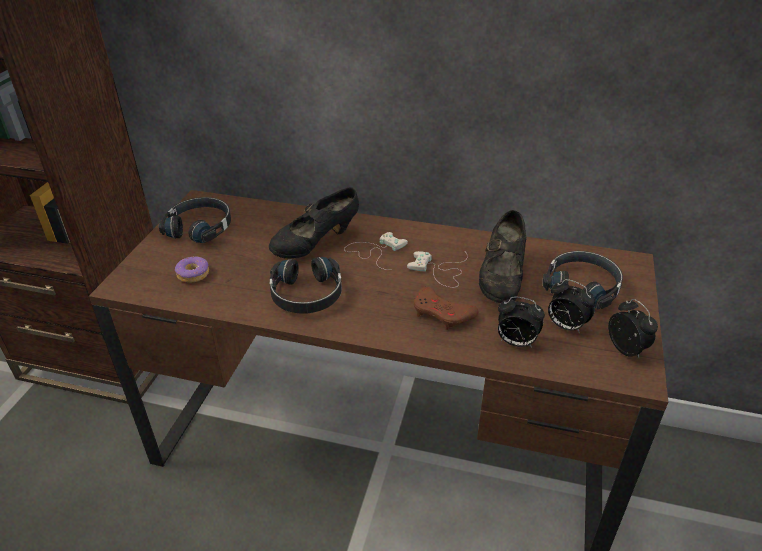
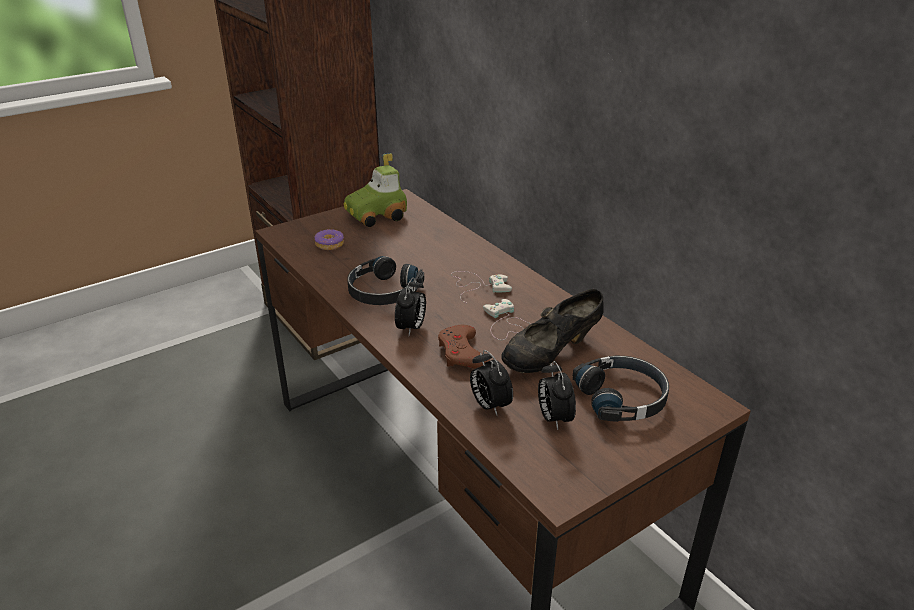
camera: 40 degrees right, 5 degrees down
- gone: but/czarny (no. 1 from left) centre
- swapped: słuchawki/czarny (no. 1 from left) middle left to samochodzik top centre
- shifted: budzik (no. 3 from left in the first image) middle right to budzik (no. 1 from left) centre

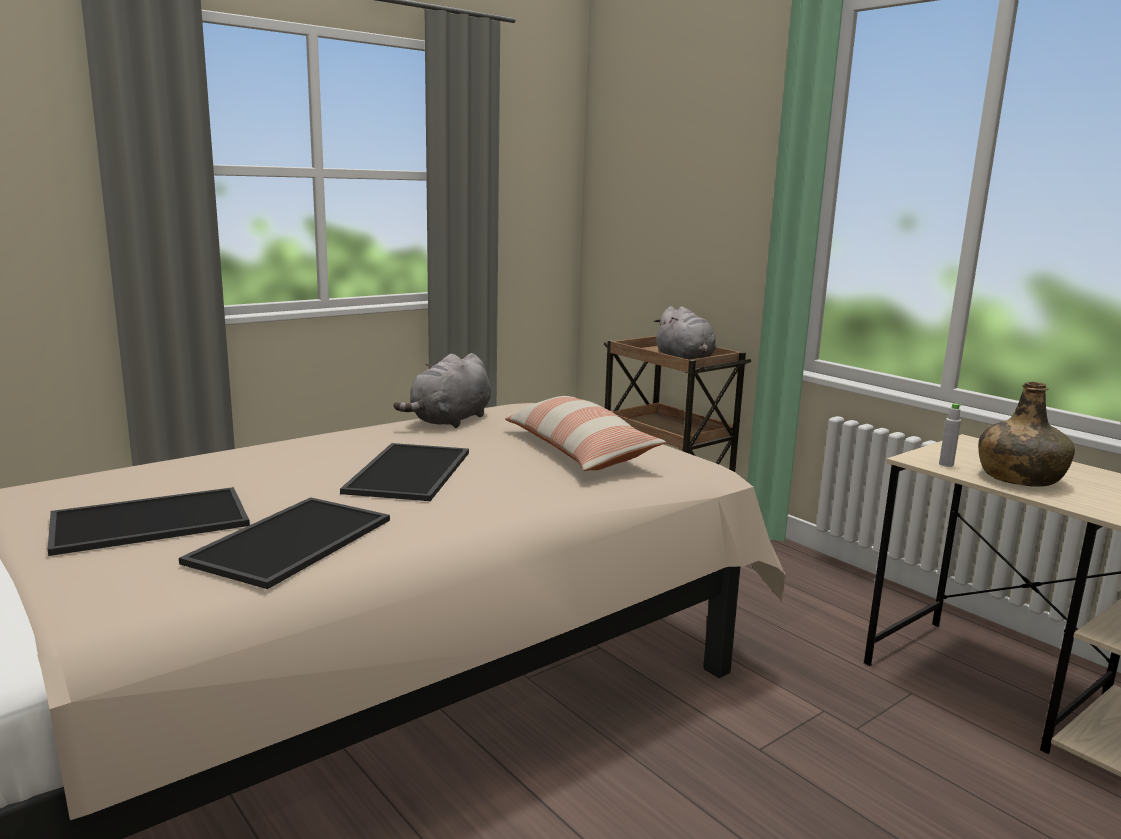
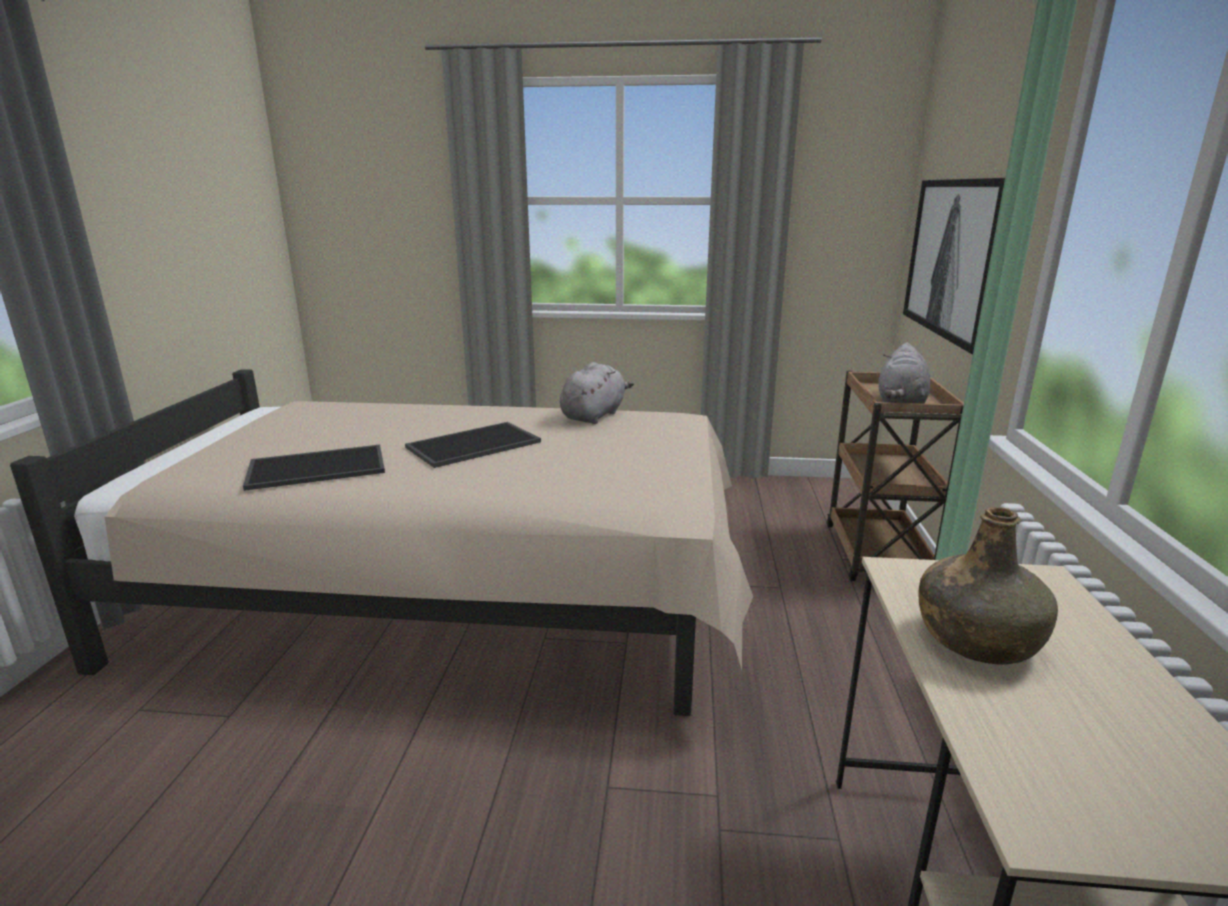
camera: 45 degrees right, 5 degrees up
- rotated: pluszak/szary (no. 1 from left) centre = centre 135 degrees clockwise
- gone: poduszka centre
- gone: butelka/szary middle right
- gone: taca (no. 1 from left) middle left
- new: obraz top right

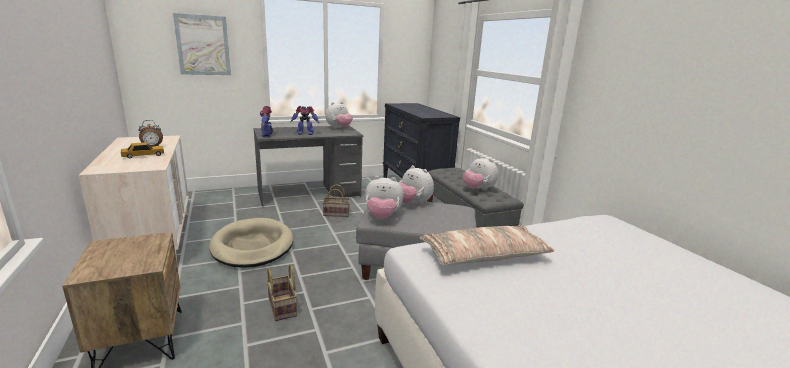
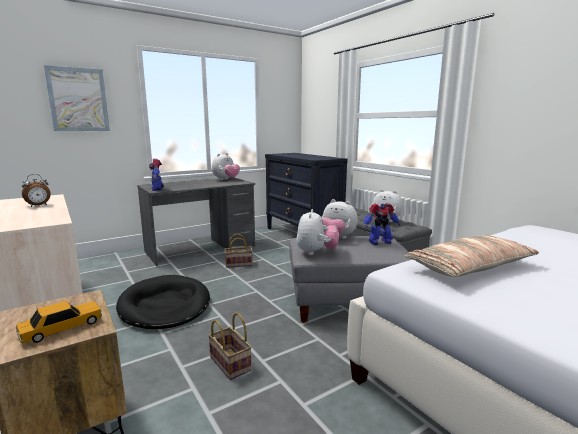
camera: 10 degrees left, 5 degrees down
- shifted: robot zabawkowy (no. 2 from left) top centre to centre
- shifted: samochodzik middle left to bottom left
- rotated: pluszak (no. 2 from left) centre = centre 75 degrees counterclockwise
- repainted: legowisko/beżowy middle left to legowisko/czarny bottom left

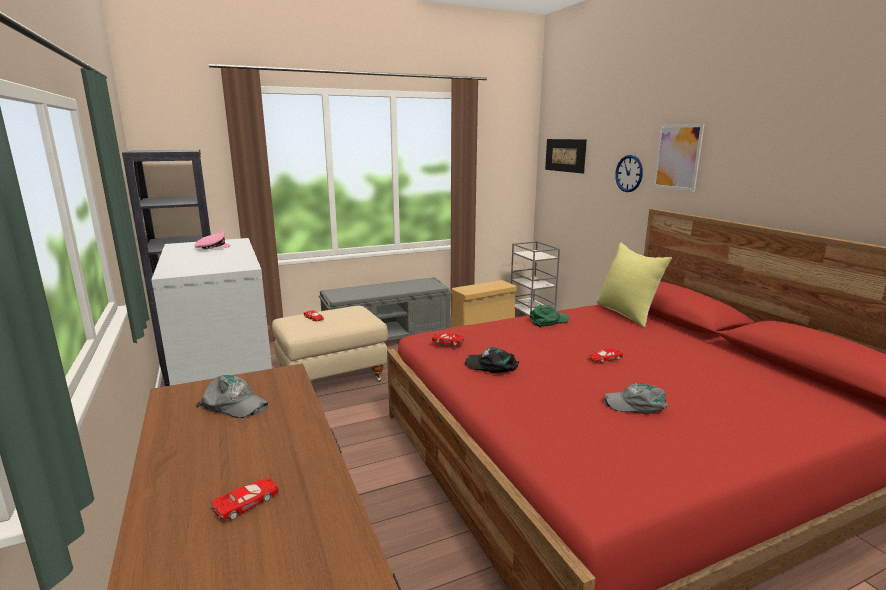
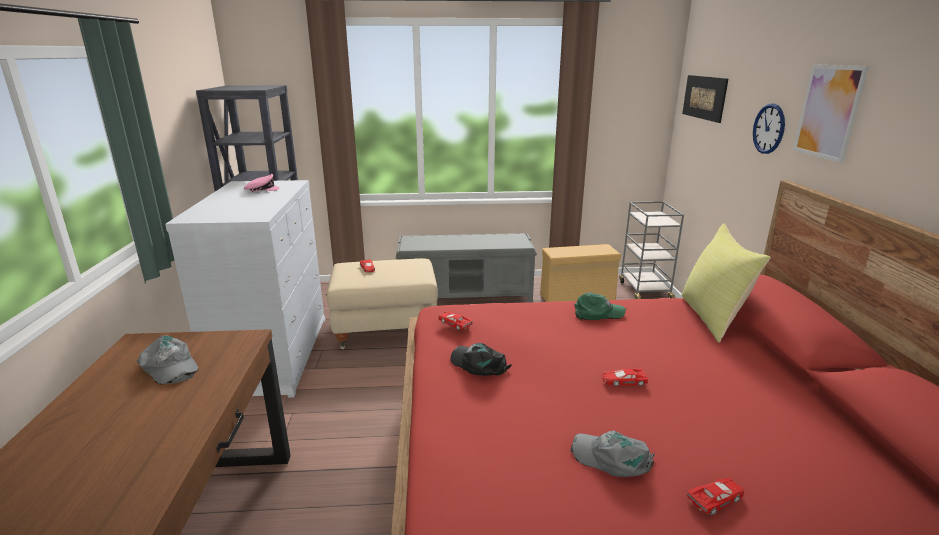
camera: 20 degrees right, 5 degrees up
- shifted: samochodzik/czerwony (no. 1 from left in the first image) bottom left to samochodzik/czerwony (no. 4 from left) bottom right

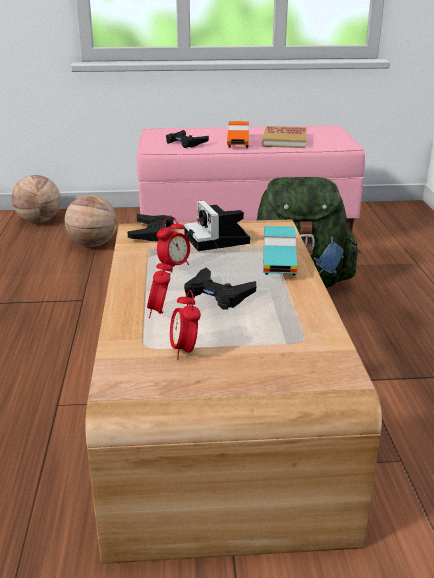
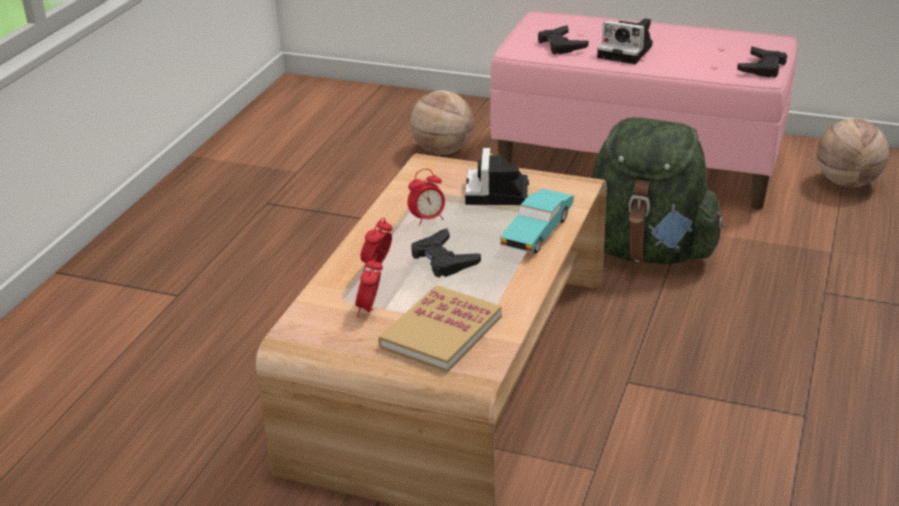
camera: 25 degrees right, 5 degrees up
- swapped: samochodzik/pomarańczowy top centre to aparat fotograficzny (no. 2 from left) top right
- shifted: książka top centre to centre
- shifted: piłka do koszykówki (no. 1 from left in the first image) middle left to piłka do koszykówki (no. 2 from left) top right
- shifted: pad do gier/czarny (no. 1 from left in the first image) centre to pad do gier/czarny (no. 3 from left) top right

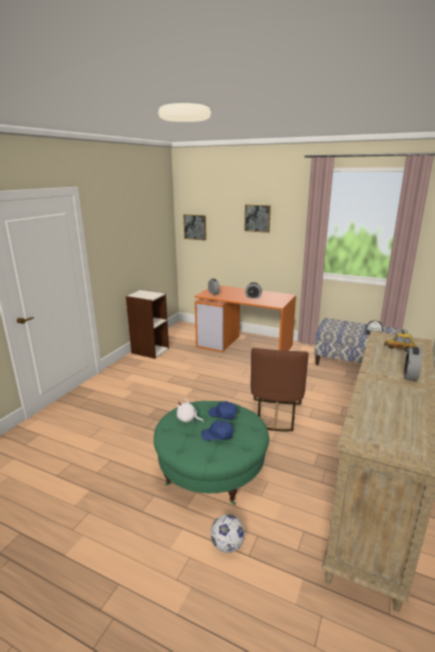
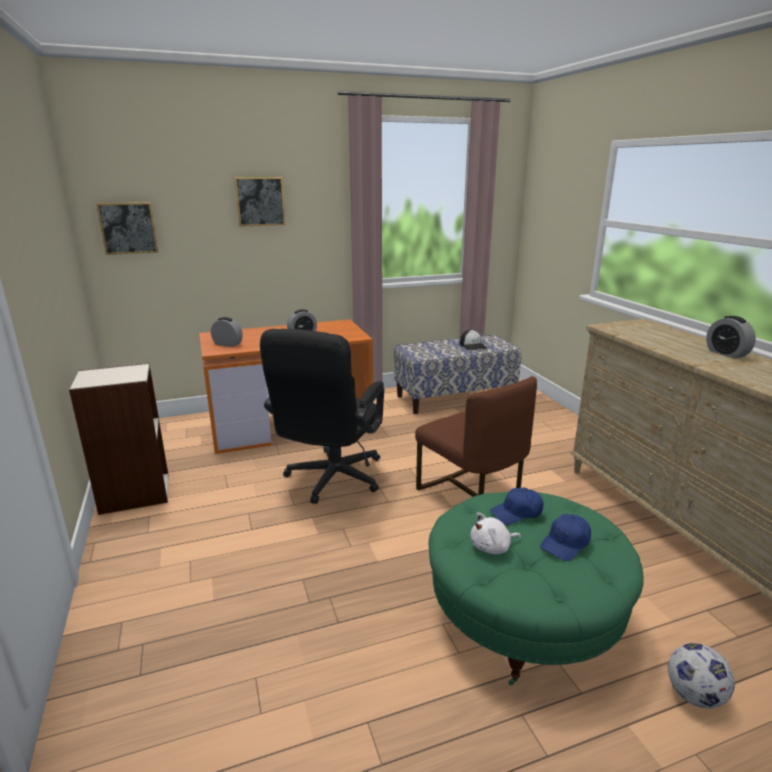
camera: 45 degrees left, 0 degrees up
- gone: samochodzik middle right
- new: krzesło biurowe/czarny centre

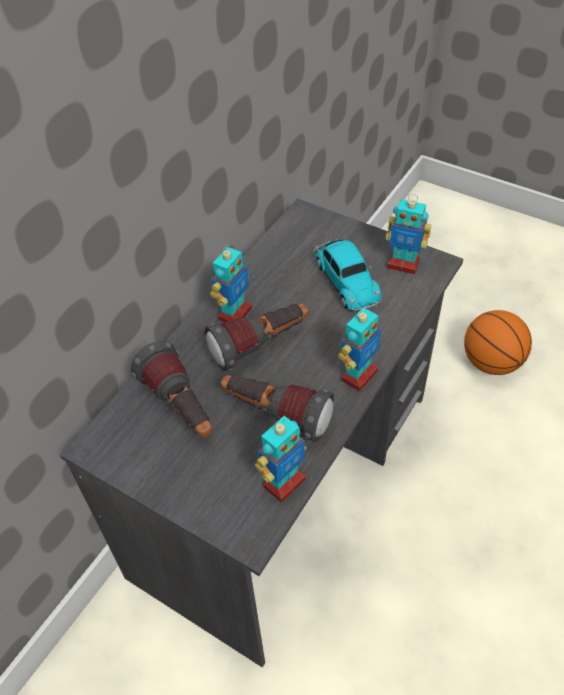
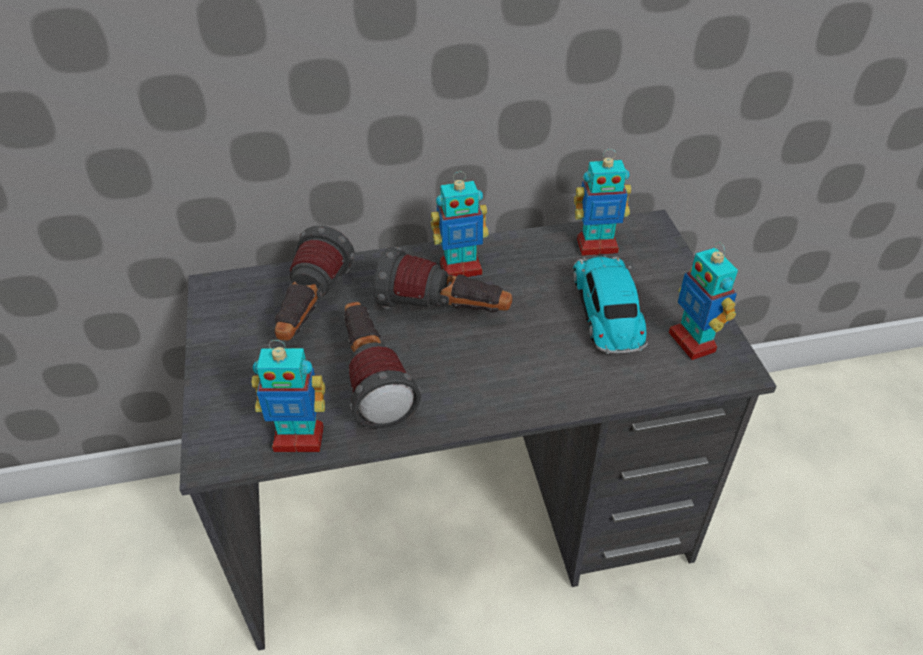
camera: 45 degrees right, 5 degrees down
- rotated: samochodzik centre = centre 150 degrees clockwise
- shifted: robot zabawkowy (no. 3 from left) centre to top centre
- gone: piłka do koszykówki middle right

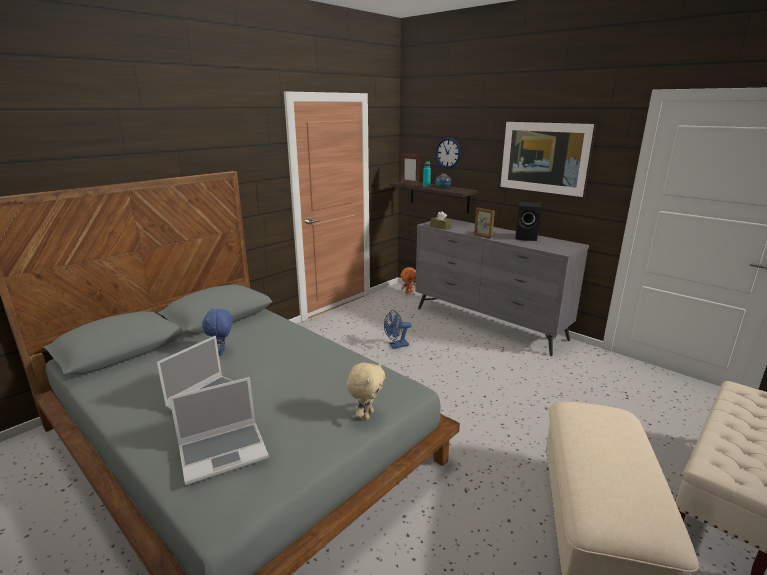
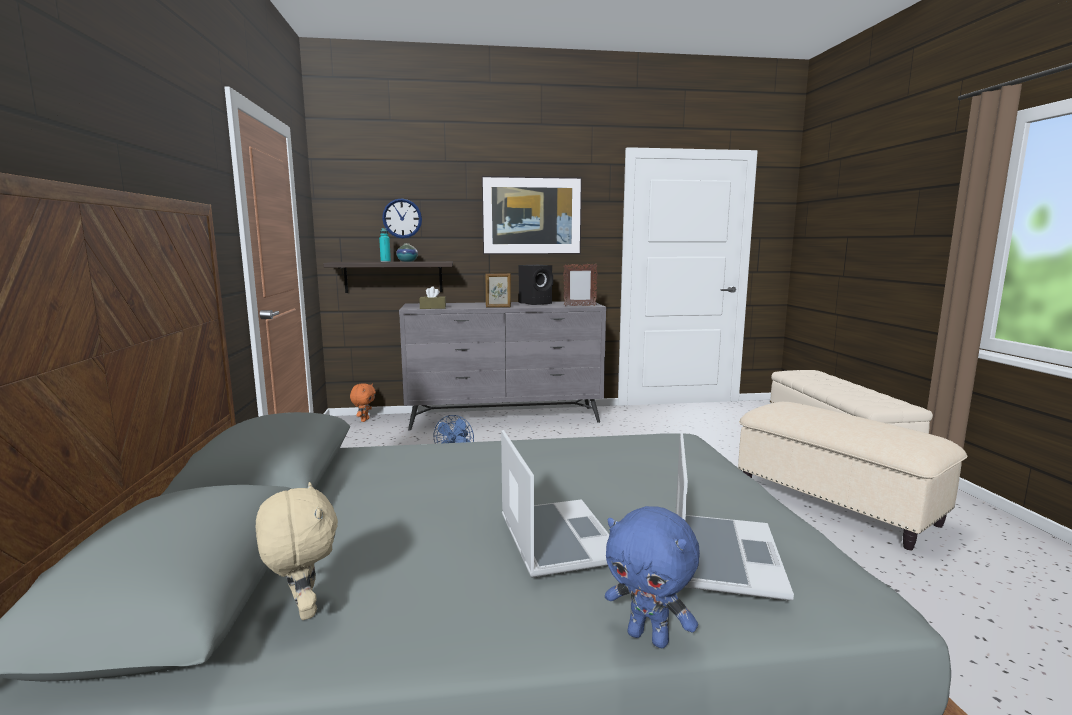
camera: 50 degrees left, 10 degrees down
- shifted: ramka na zdjęcie (no. 1 from left in the first image) top centre to ramka na zdjęcie (no. 2 from left) centre
- shifted: pluszak/niebieski middle left to bottom centre
- shifted: pluszak/beżowy bottom centre to bottom left

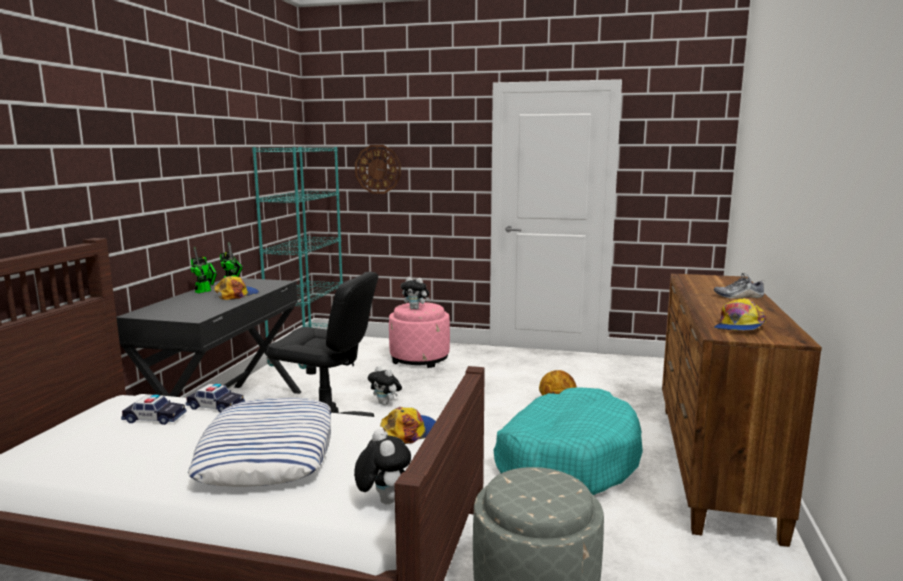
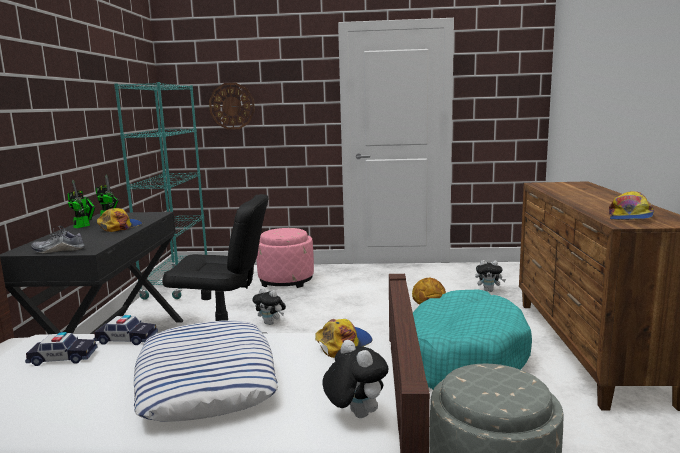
camera: 10 degrees left, 0 degrees up
- shifted: but middle right to middle left
- shifted: pluszak (no. 3 from left) centre to middle right

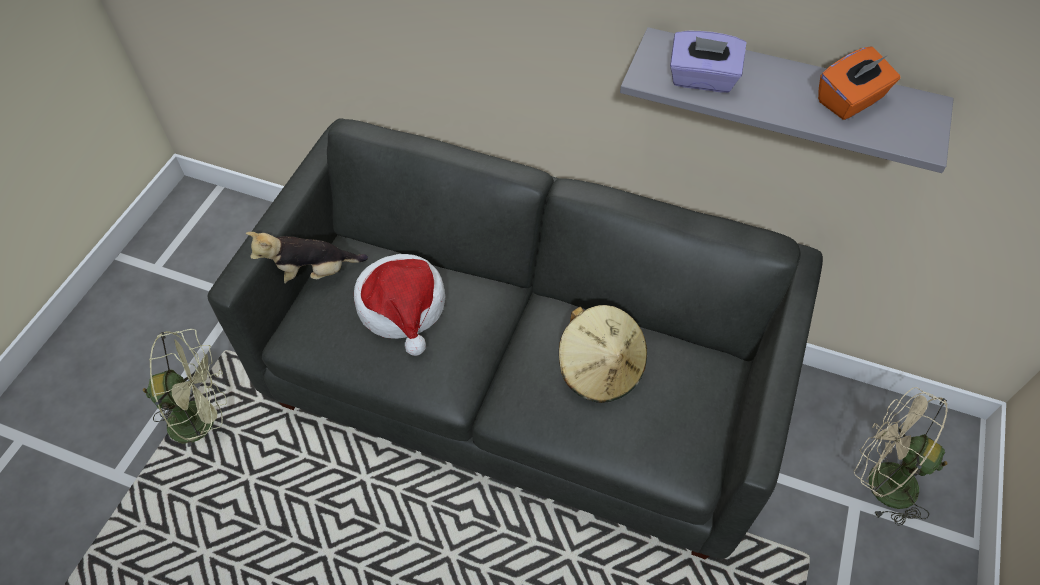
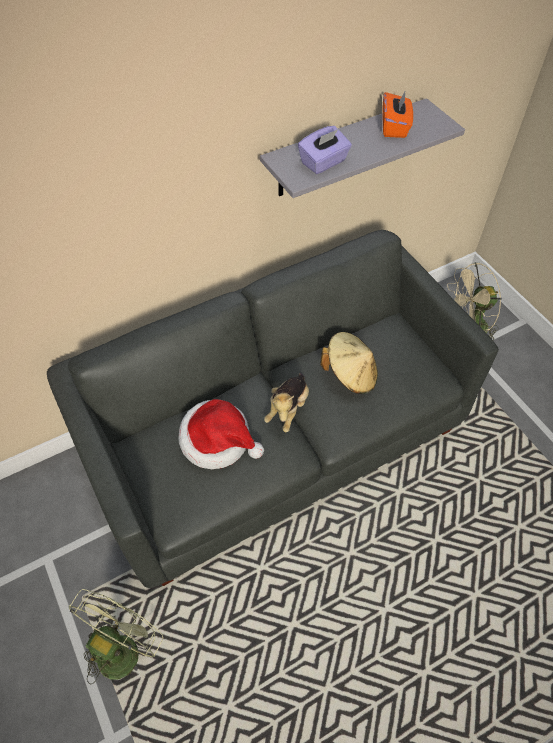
camera: 50 degrees left, 0 degrees up
- shifted: pluszak middle left to centre

